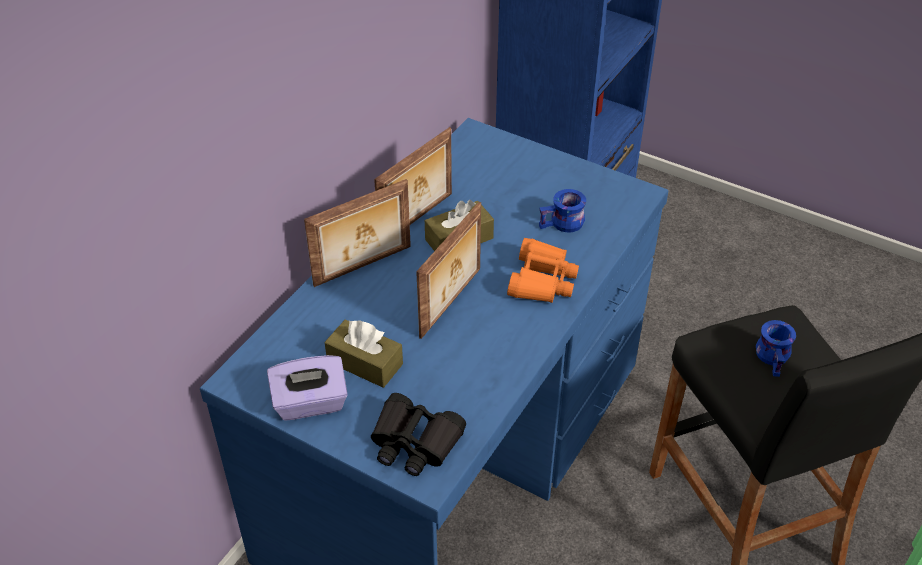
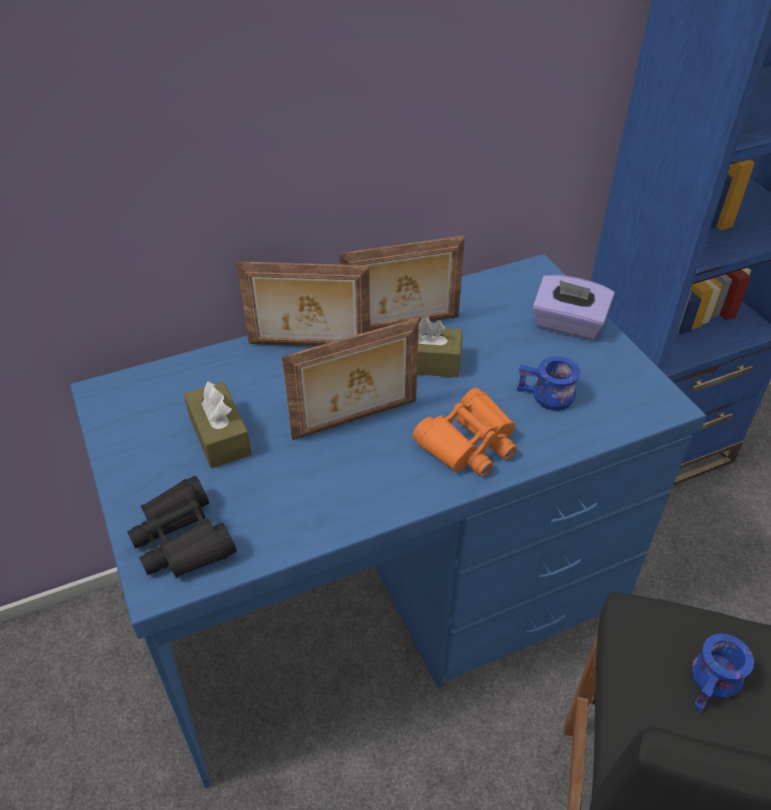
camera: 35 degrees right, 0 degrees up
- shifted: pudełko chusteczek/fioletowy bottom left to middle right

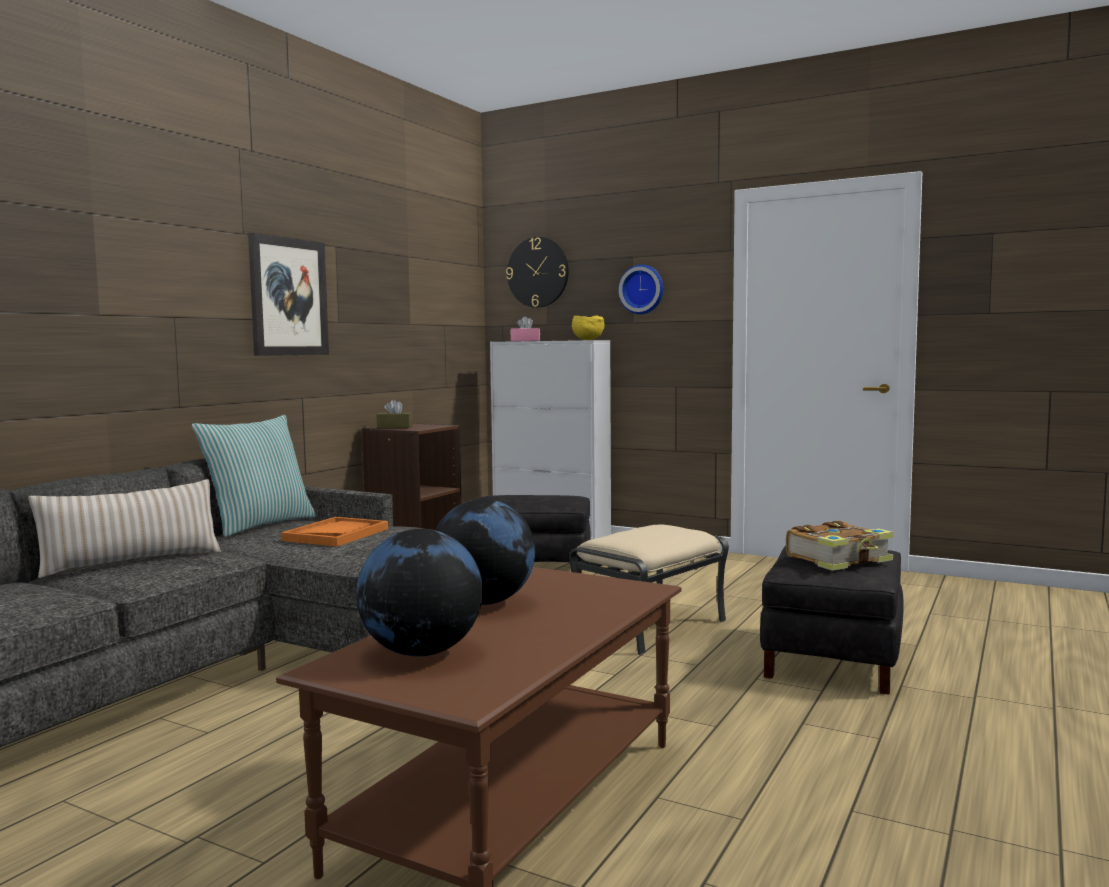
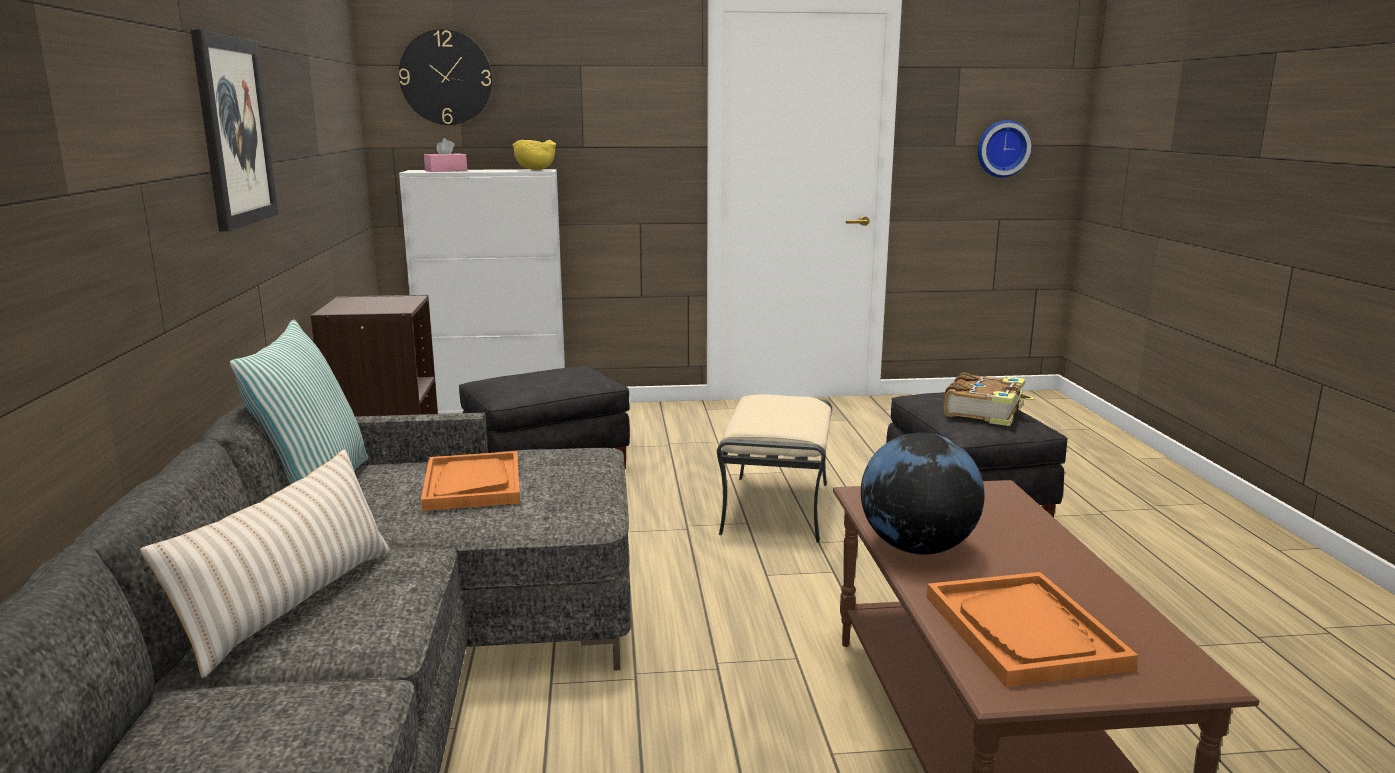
camera: 35 degrees left, 10 degrees up
- shifted: zegar ścienny (no. 2 from left) top centre to top right
- gone: pudełko chusteczek/brązowy centre
- swapped: globus (no. 1 from left) bottom centre to taca/pomarańczowy (no. 2 from left) bottom right

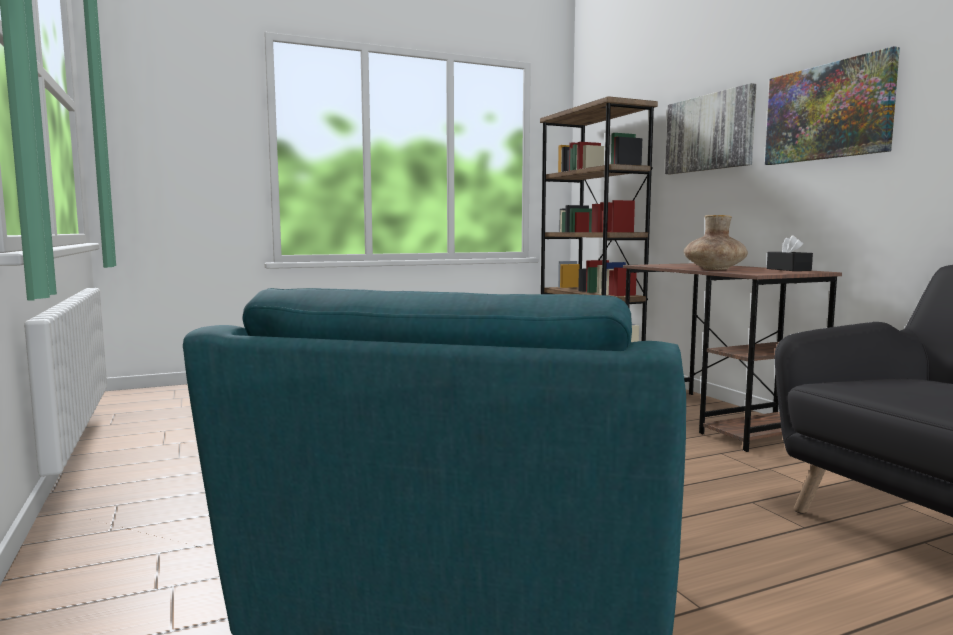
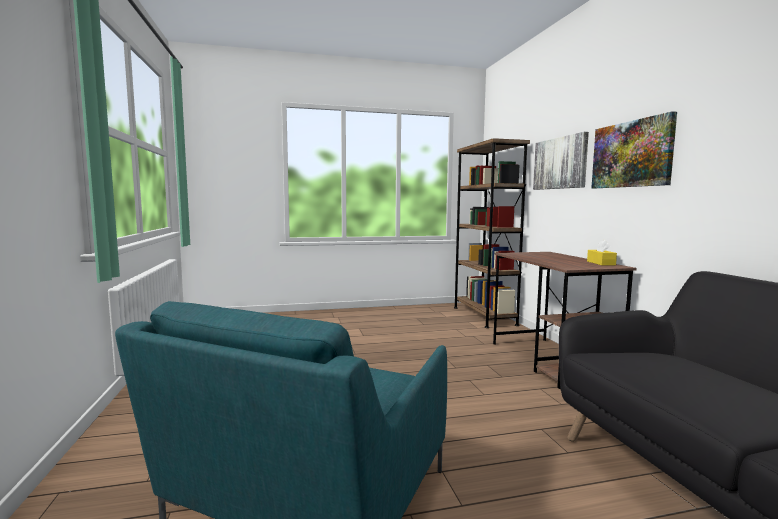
camera: 10 degrees right, 0 degrees up
- gone: wazon/brązowy middle right
- repainted: pudełko chusteczek/czarny middle right to pudełko chusteczek/żółty middle right

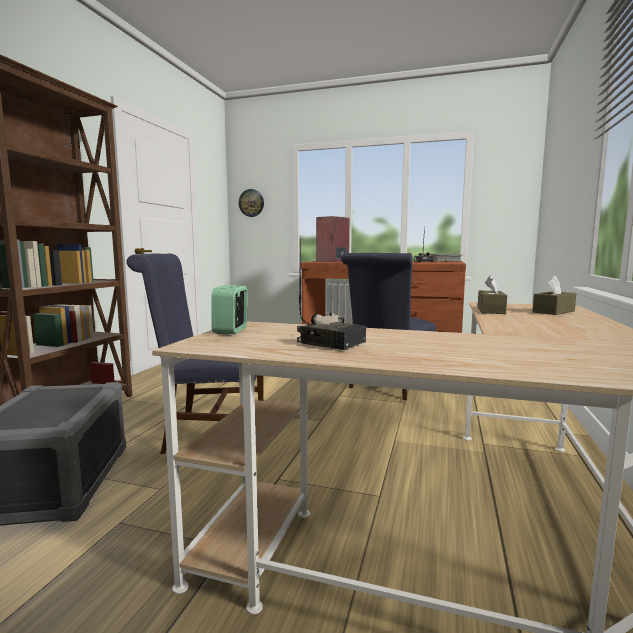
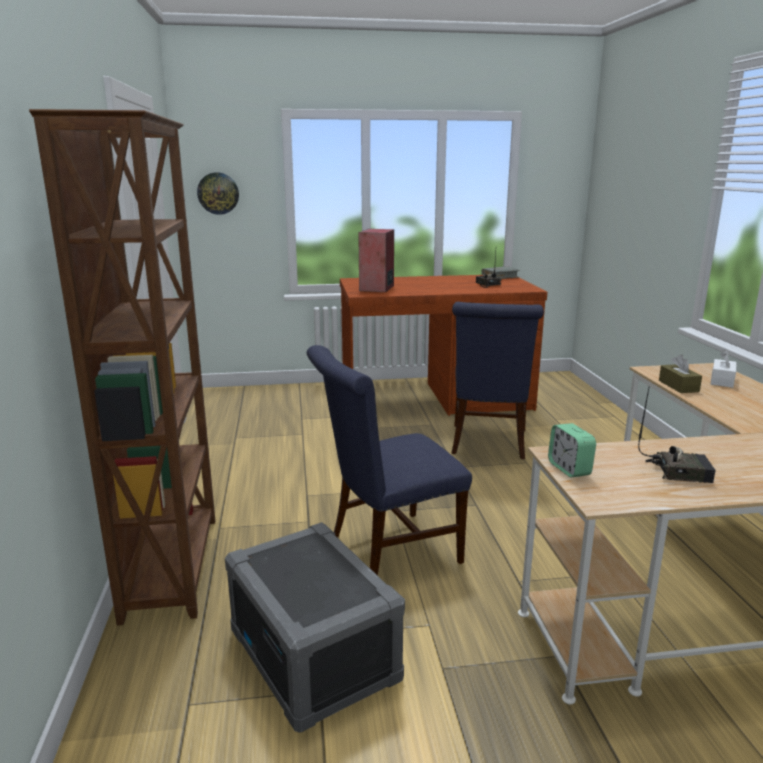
camera: 25 degrees left, 10 degrees up
- repainted: pudełko chusteczek/brązowy (no. 2 from left) middle right to pudełko chusteczek/biały middle right

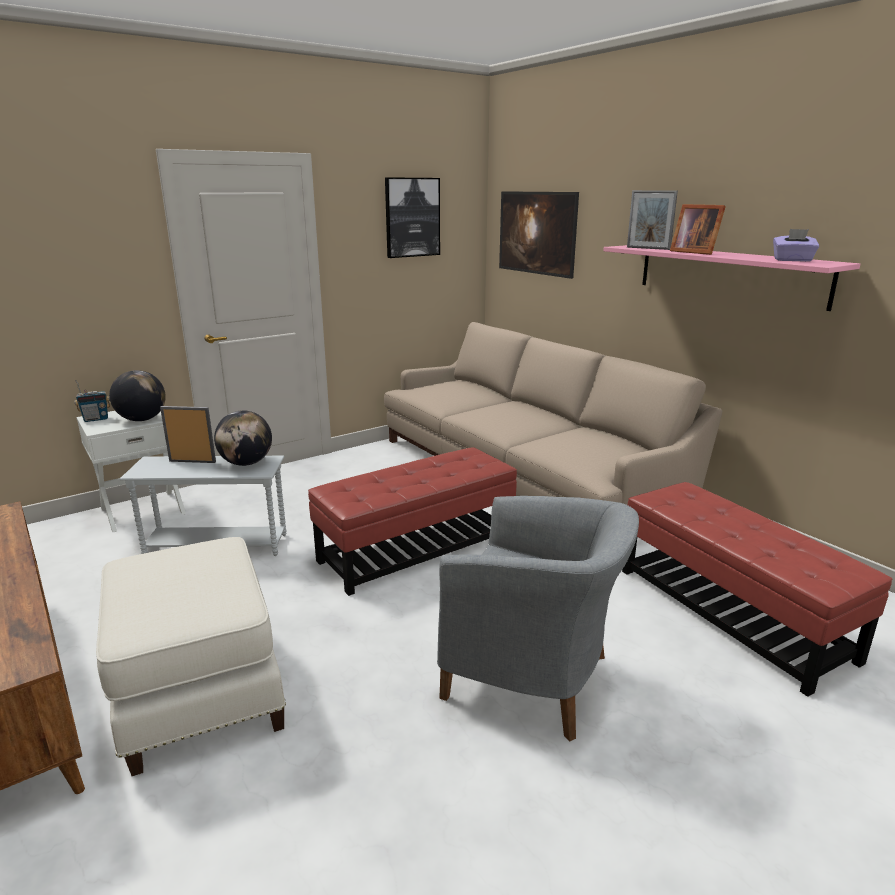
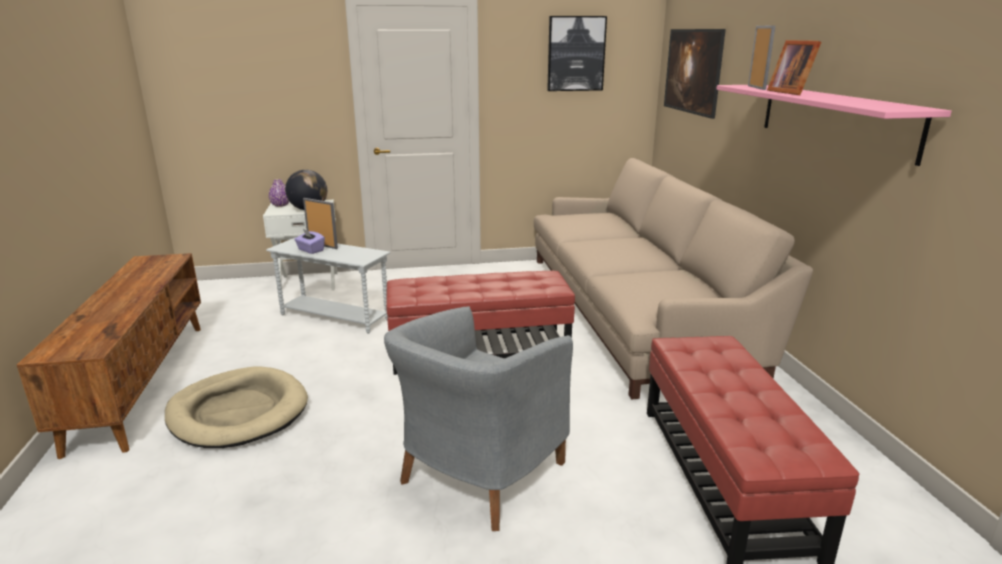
camera: 25 degrees right, 0 degrees up
- rotated: ramka na zdjęcie (no. 2 from left) top right = top right 150 degrees counterclockwise
- shifted: pudełko chusteczek/fioletowy top right to middle left
- swapped: radio middle left to wazon/fioletowy middle left
- gone: globus (no. 2 from left) middle left
- rotated: fotel/szary bottom centre = bottom centre 75 degrees clockwise
- swapped: pufa/biały bottom left to legowisko/beżowy bottom left

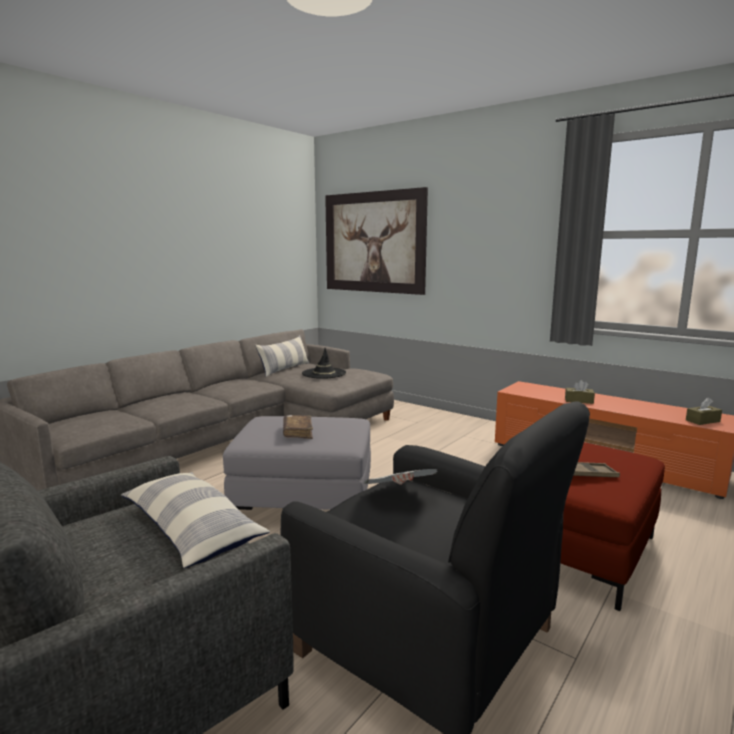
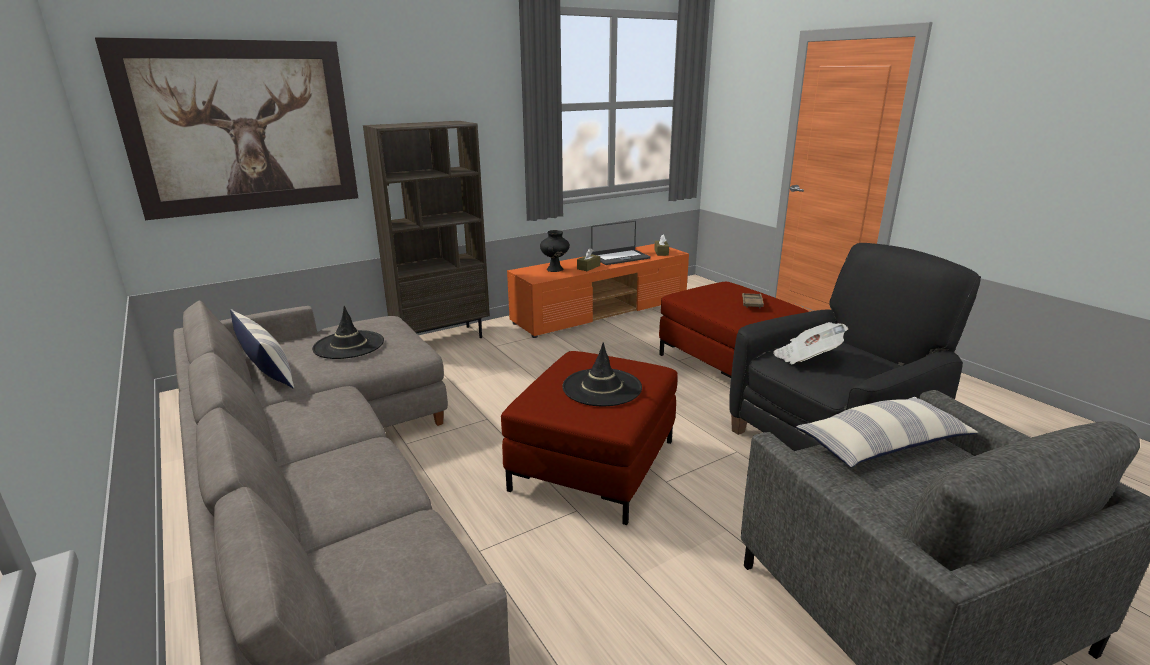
camera: 70 degrees left, 10 degrees up
- swapped: książka/brązowy centre to kapelusz/czarny (no. 2 from left) centre
- repainted: pufa/szary centre to pufa/czerwony (no. 1 from left) centre
- new: regał/brązowy centre
- new: laptop centre
- new: wazon/czarny centre

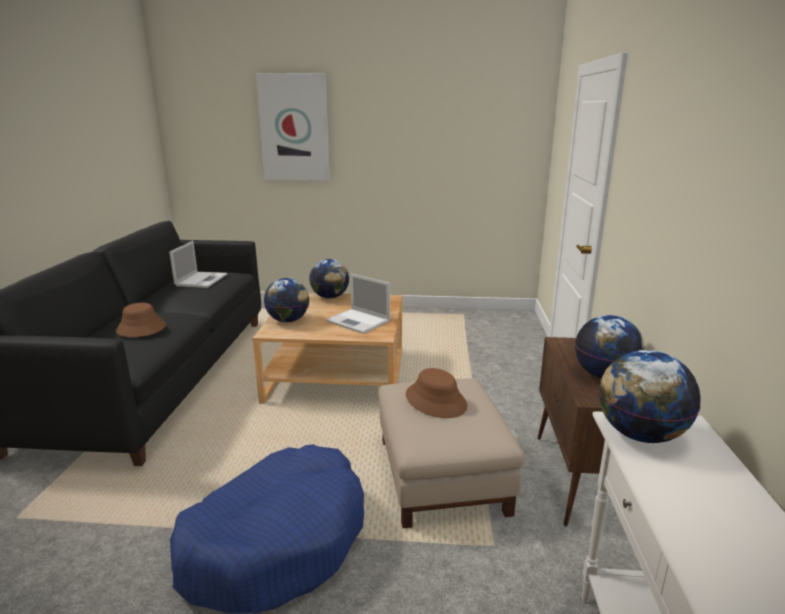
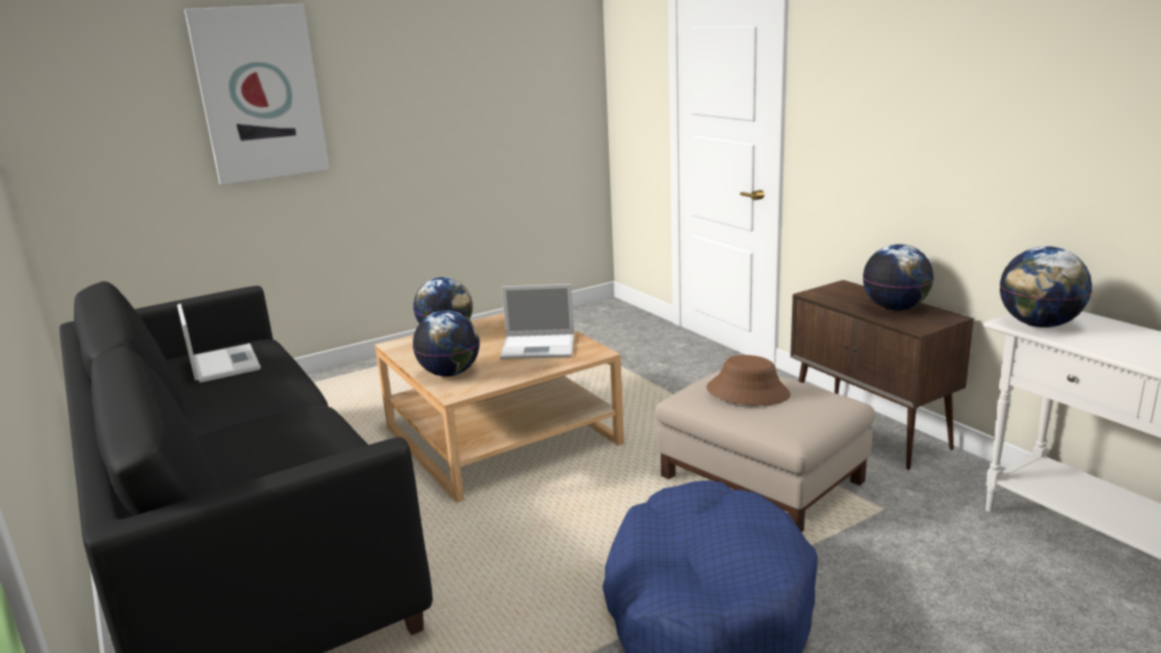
camera: 35 degrees left, 0 degrees up
- gone: kapelusz/brązowy (no. 1 from left) middle left

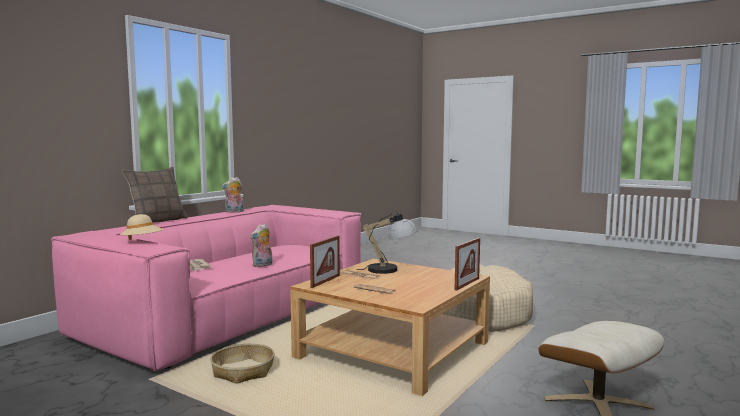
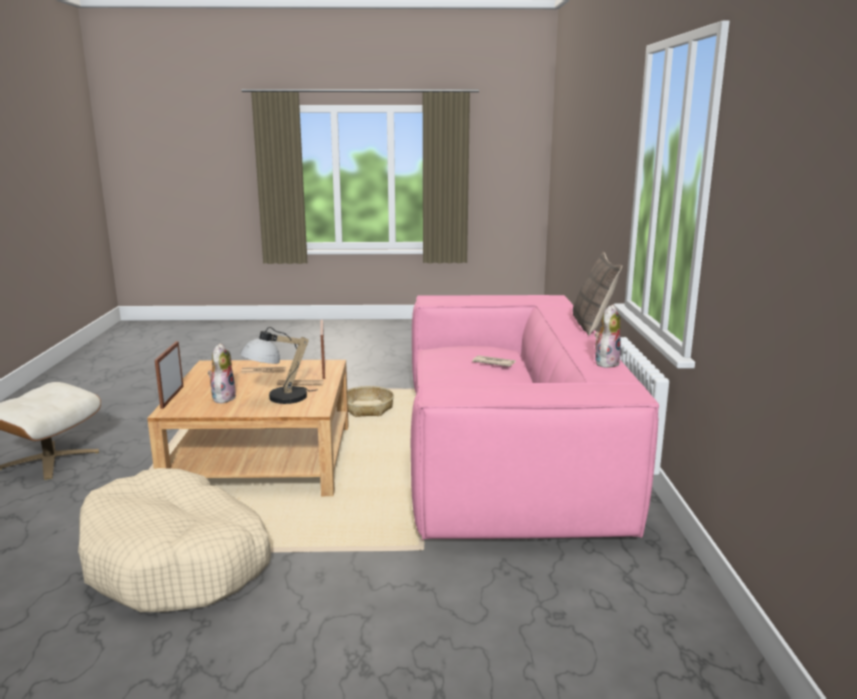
camera: 145 degrees right, 10 degrees up
- gone: kapelusz/beżowy middle left
- shifted: pluszak (no. 2 from left in the first image) centre to pluszak (no. 1 from left) middle left

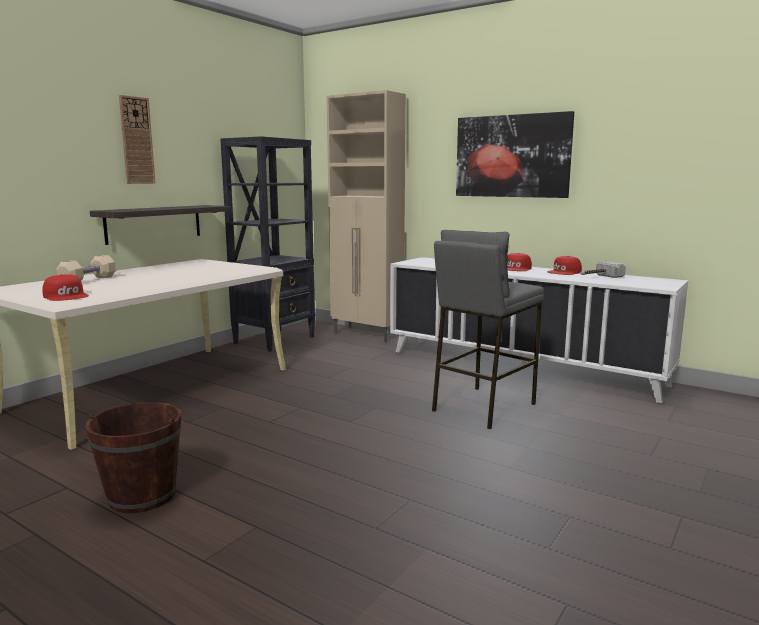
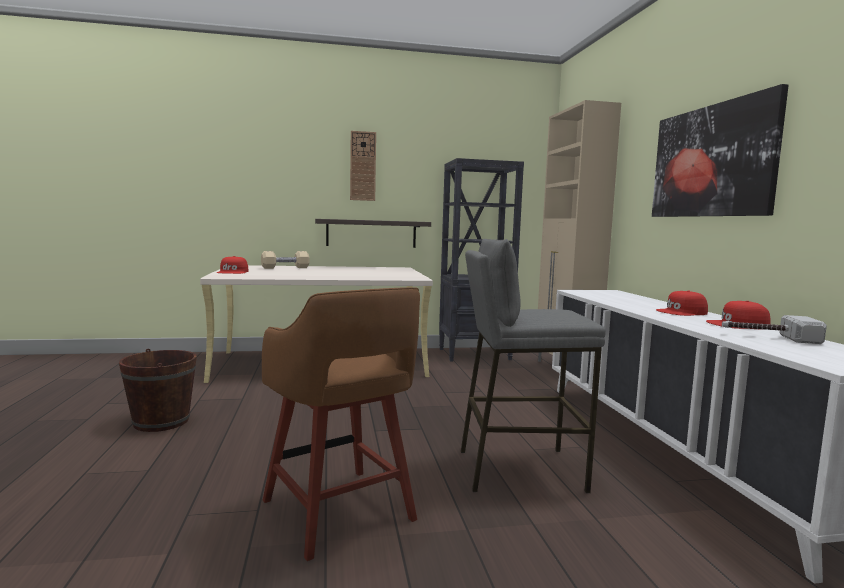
camera: 45 degrees right, 5 degrees down
- new: stołek/brązowy bottom centre

